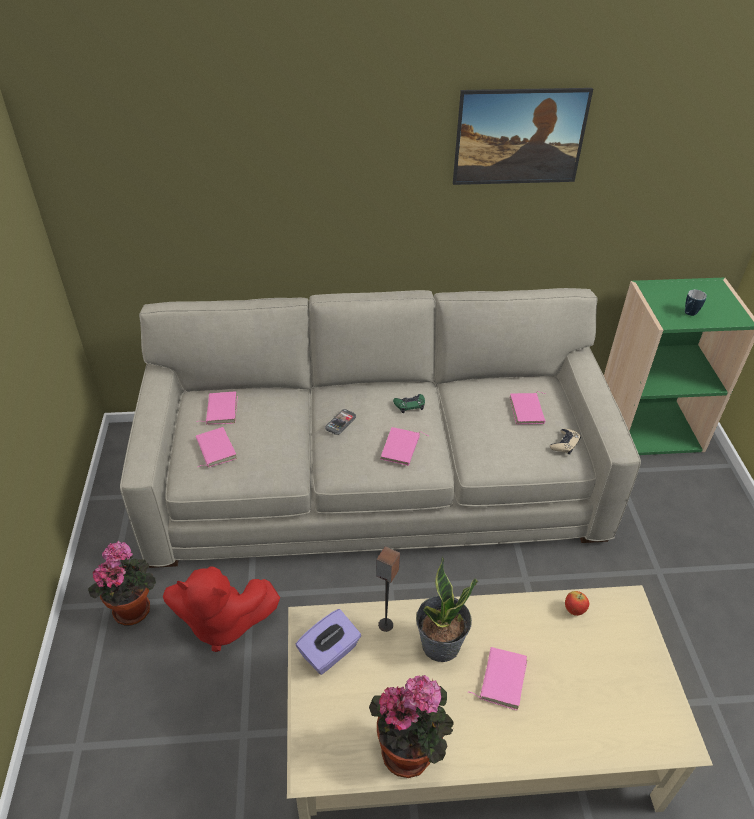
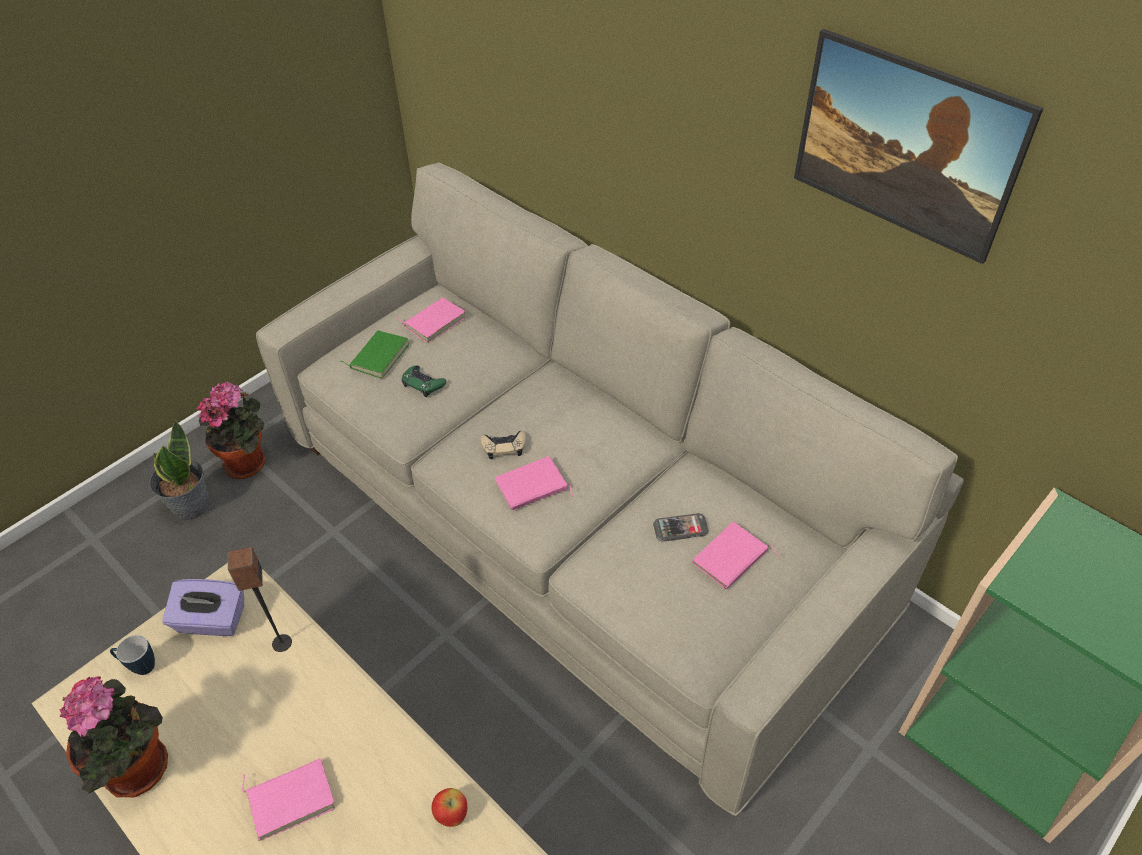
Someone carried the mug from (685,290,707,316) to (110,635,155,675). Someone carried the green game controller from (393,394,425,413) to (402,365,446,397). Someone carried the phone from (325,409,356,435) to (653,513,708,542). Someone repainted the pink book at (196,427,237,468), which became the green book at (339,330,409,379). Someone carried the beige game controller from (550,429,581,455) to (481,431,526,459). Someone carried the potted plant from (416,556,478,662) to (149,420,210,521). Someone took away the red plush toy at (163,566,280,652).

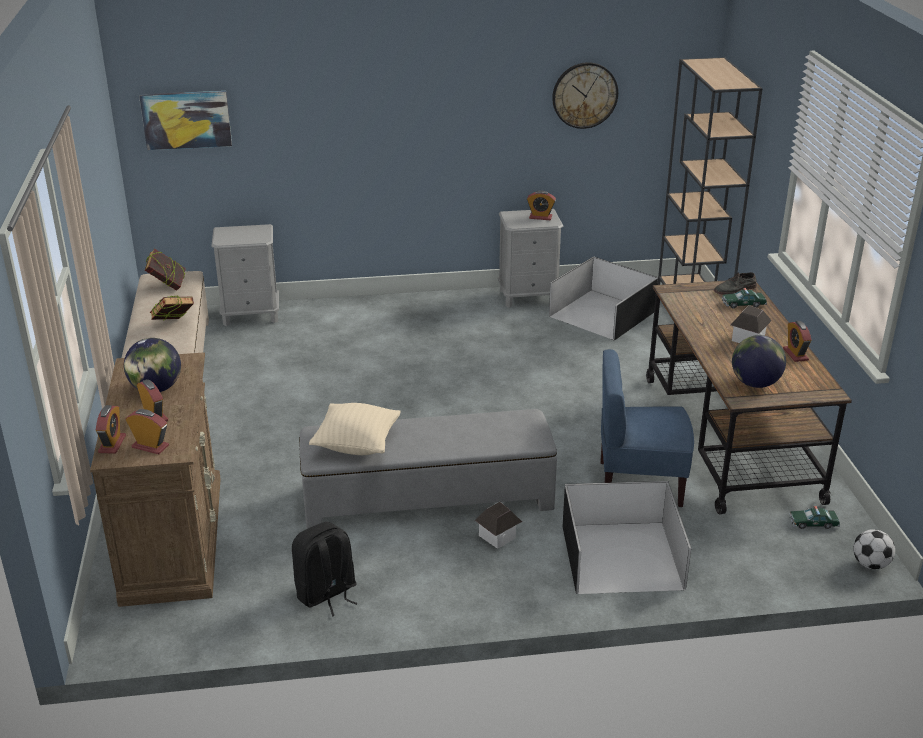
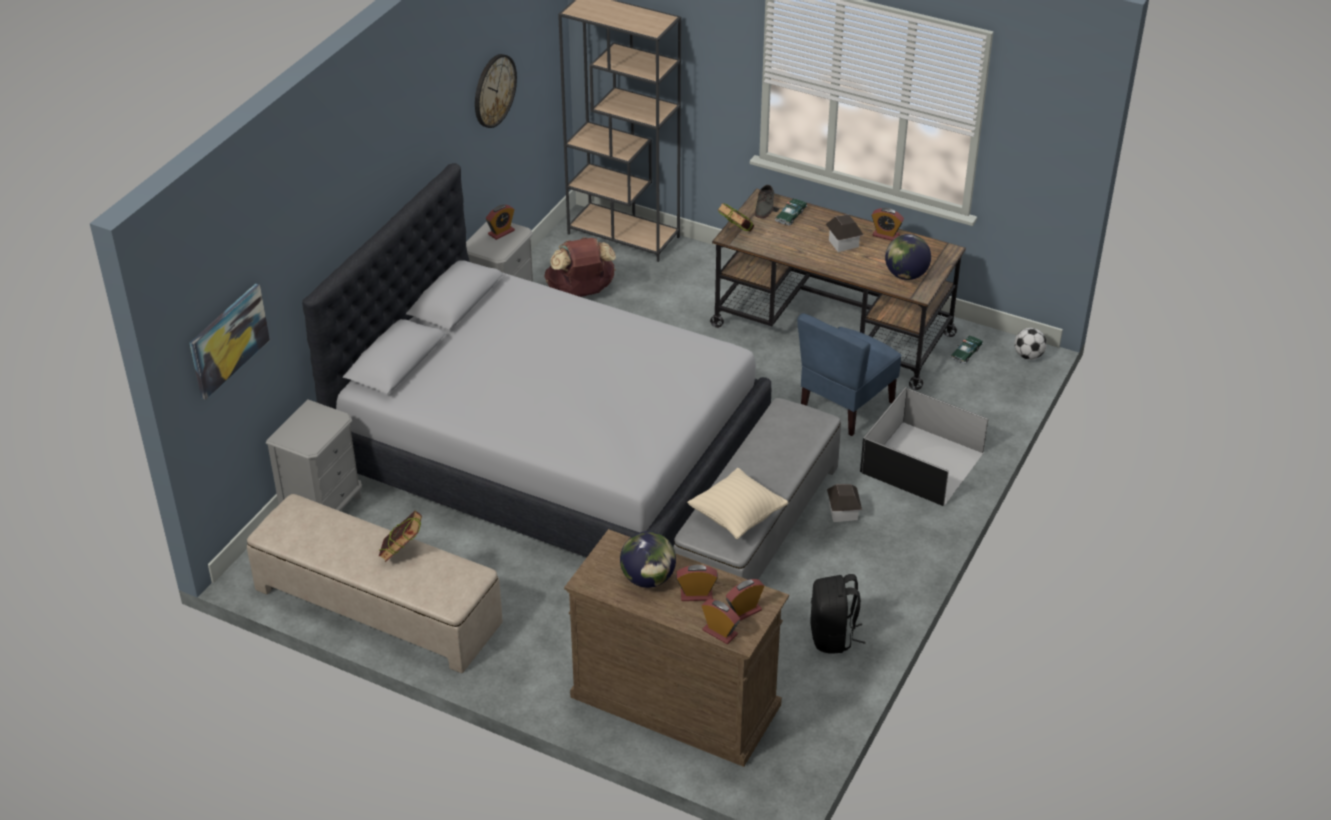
Someone carried the book from (145,248,186,291) to (717,203,755,232). Someone swapped the black storage box at (549,257,659,341) for the brown backpack at (544,237,616,297). Someone put down the grey bed at (302,163,771,557).

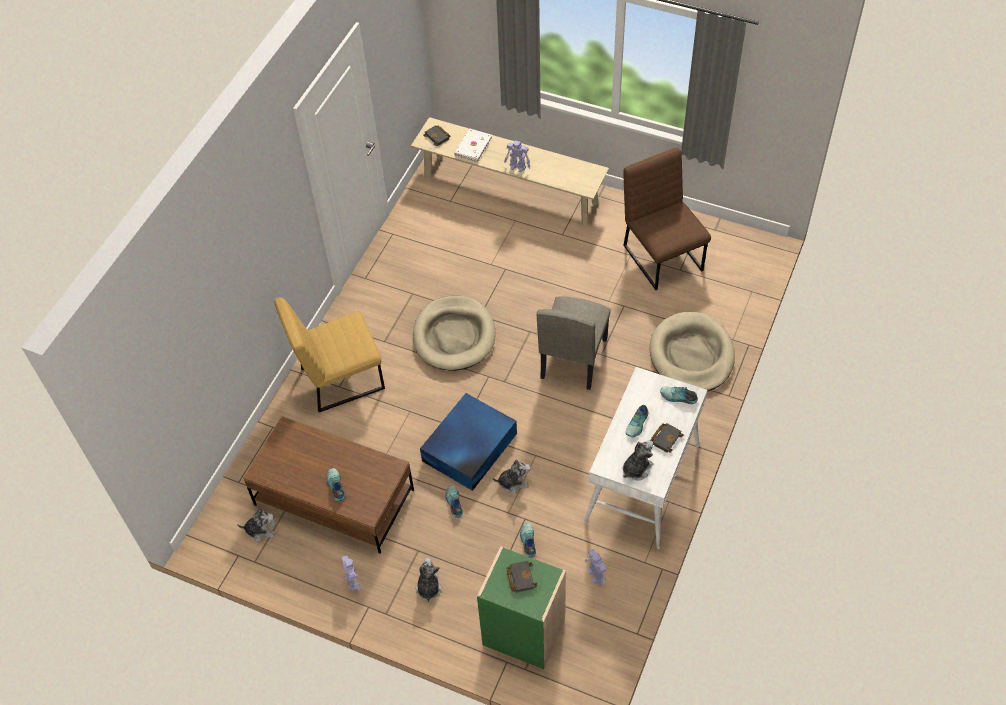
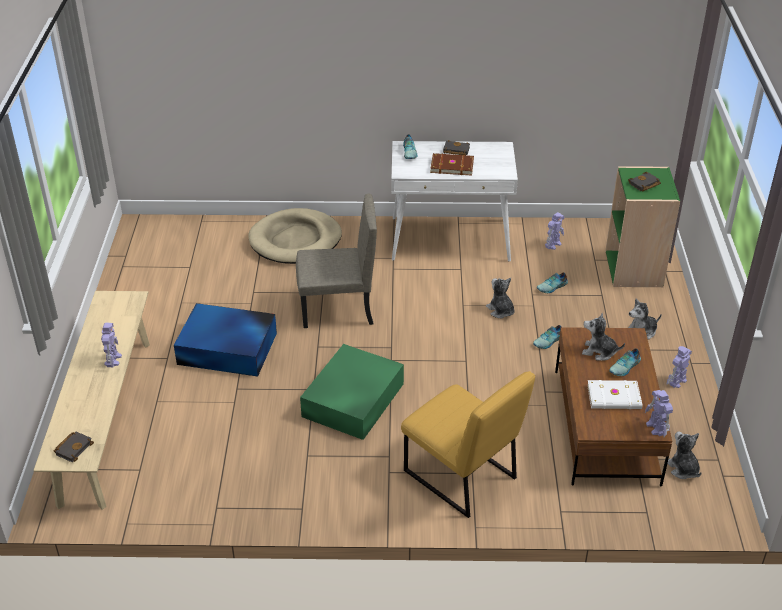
Someone carried the white book from (454,129,492,163) to (587,380,642,409). Someone took away the brown chair at (623,147,711,290). Someone swapped the beige dog bed at (413,296,496,371) for the green storage box at (300,344,404,440). Someone carried the blue storage box from (420,393,517,491) to (174,303,277,377). Someone swapped the shoe at (626,405,649,437) for the brown book at (430,153,474,176). Someone carried the plush toy from (623,440,653,481) to (582,313,625,361). Someone put down the toy robot at (645,390,673,438).

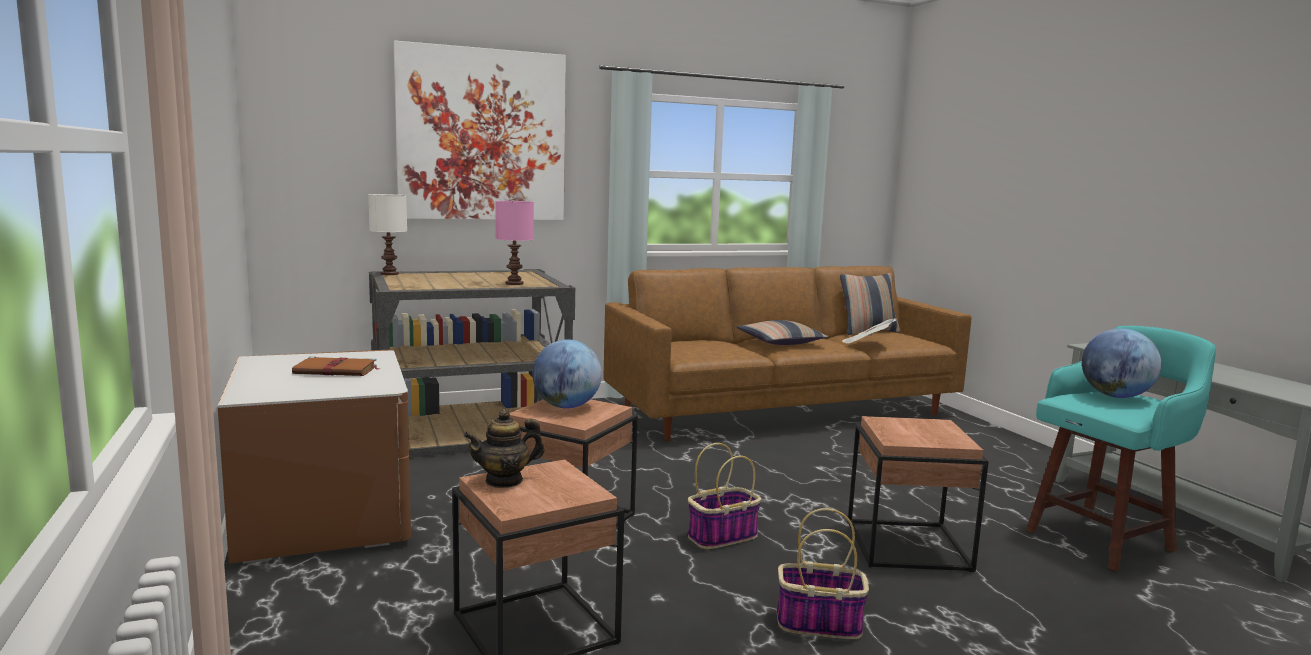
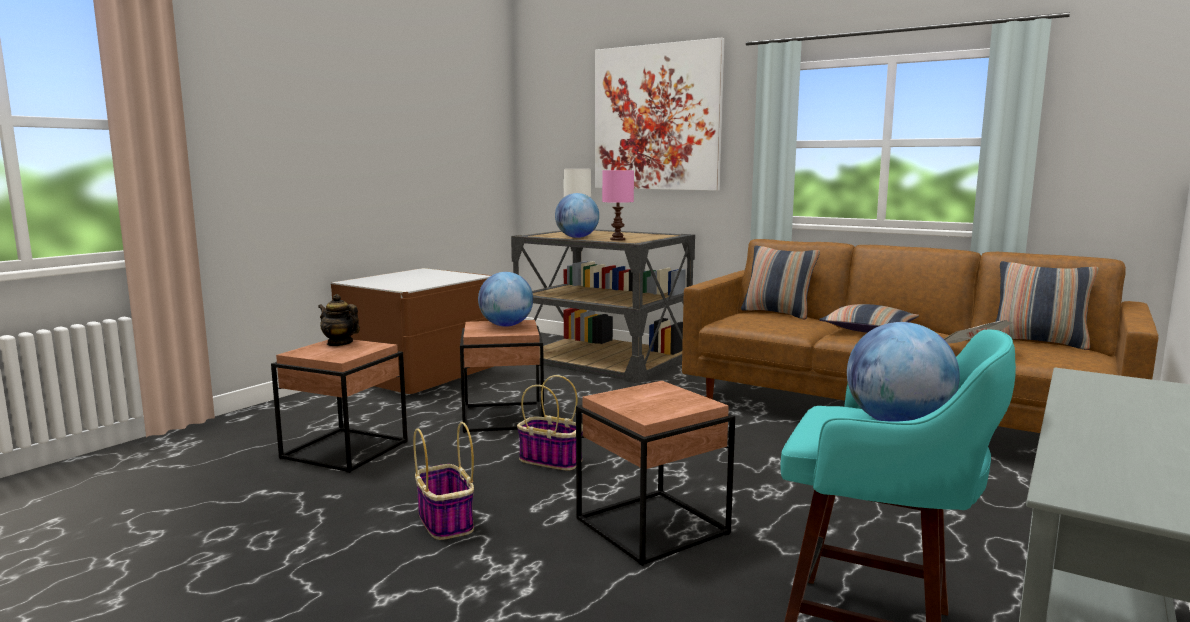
Someone took away the brown book at (292,356,380,376). Someone put down the globe at (555,193,599,238). Someone put down the pillow at (741,245,820,319).

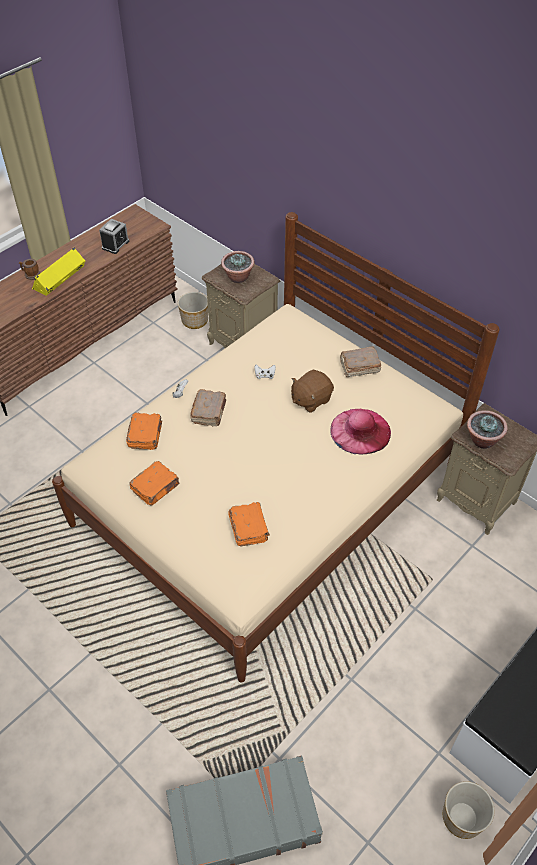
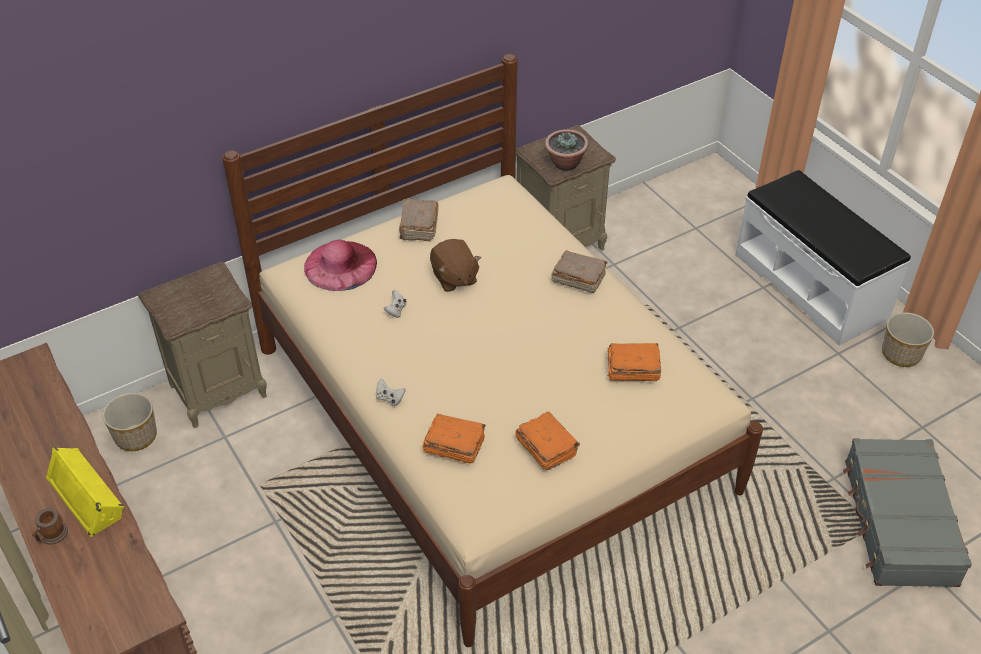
Someone took away the alarm clock at (99,219,129,254). Someone took away the potted plant at (221,251,255,283). Someone carried the brown book from (190,389,226,426) to (551,250,607,293). Someone carried the pink hat from (331,409,391,454) to (304,240,377,291).

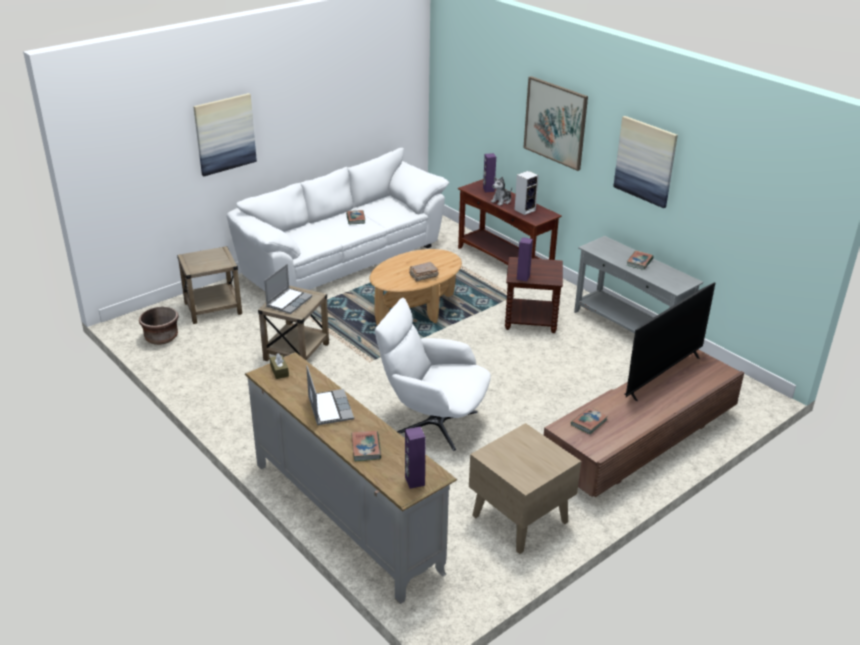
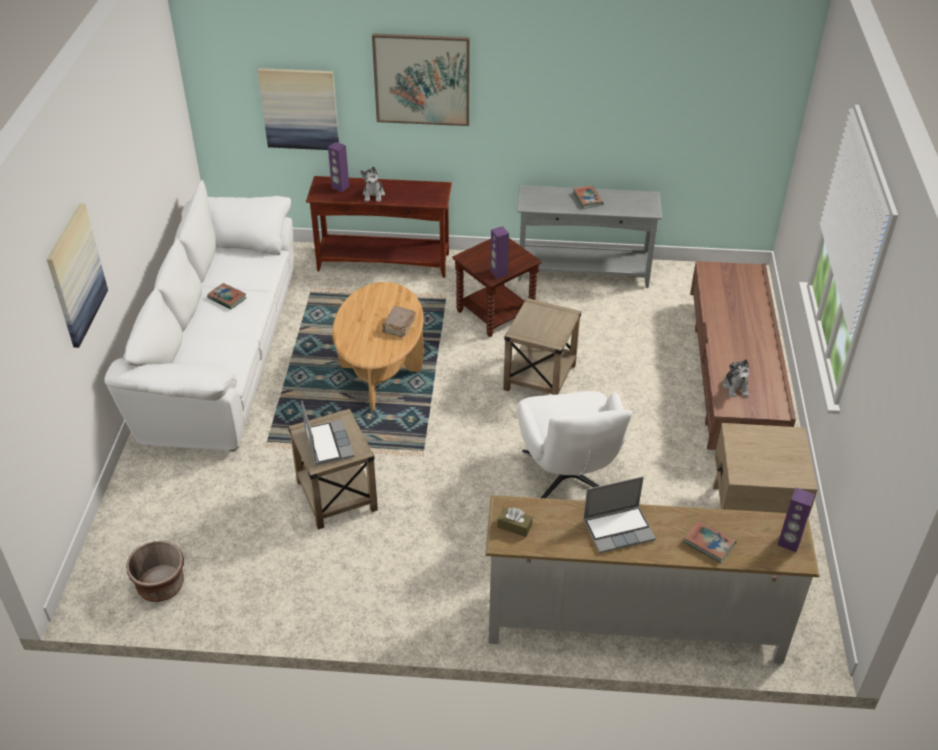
Someone carried the picture from (613,116,678,208) to (258,68,339,150). Someone took away the speaker at (514,171,539,215). Someone carried the beige side table from (177,246,242,324) to (503,298,581,395). Someone took away the television at (625,282,716,401). Someone rotated the white armchair at (375,298,491,451) by 75 degrees counterclockwise. Someone rotated the laptop at (306,365,354,425) by 135 degrees clockwise. Someone swapped the book at (571,407,608,434) for the plush toy at (723,359,749,397).

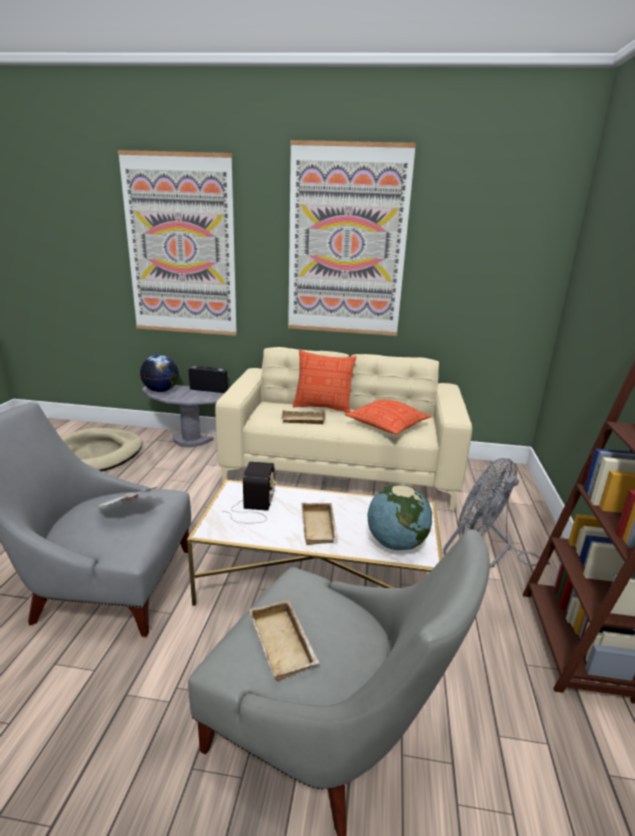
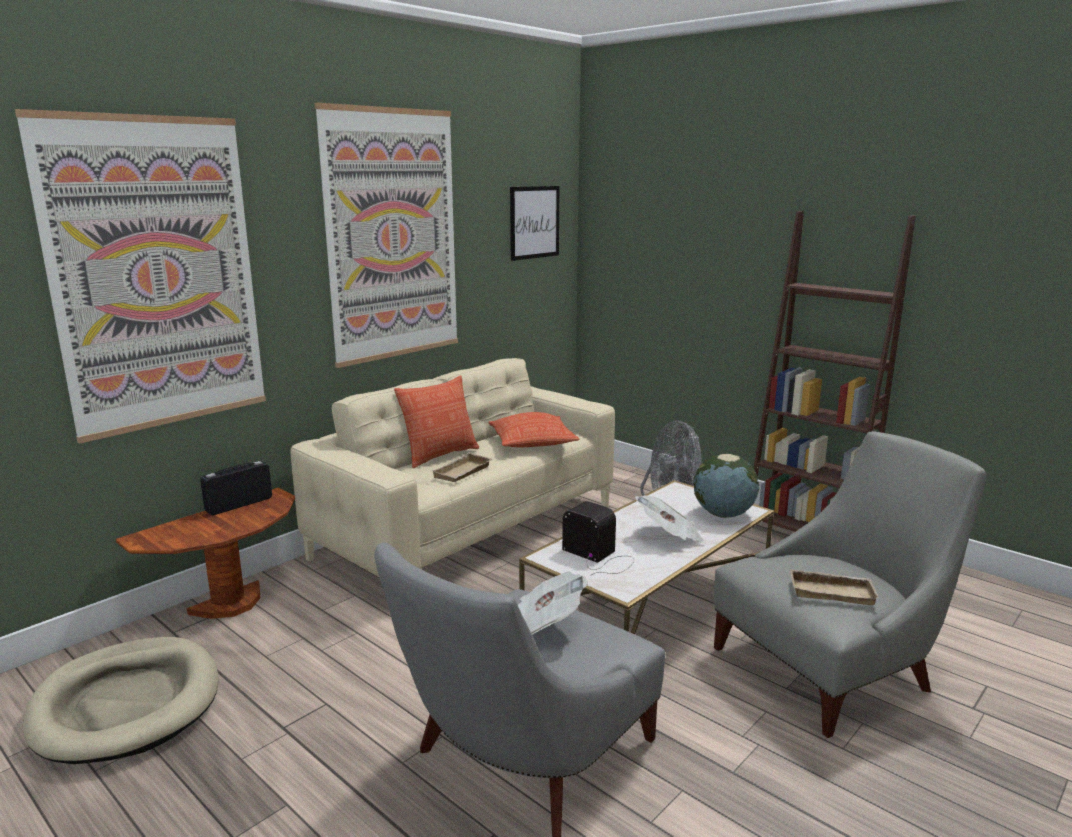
Someone took away the globe at (140,355,179,392). Someone repainted the grey side table at (142,385,226,448), which became the brown side table at (116,488,295,619). Someone swapped the beige tray at (301,502,338,545) for the newspaper at (635,495,706,544). Someone put up the picture at (510,186,560,261).

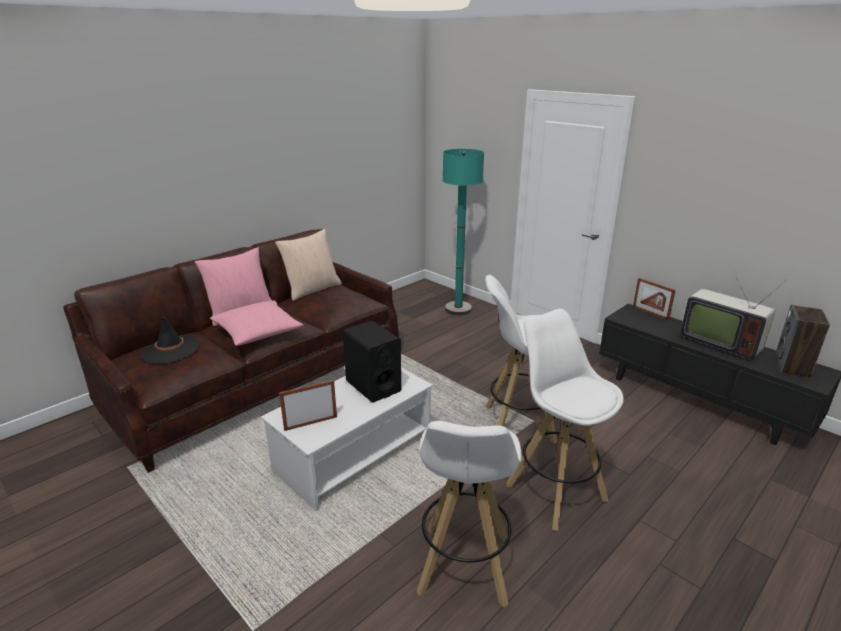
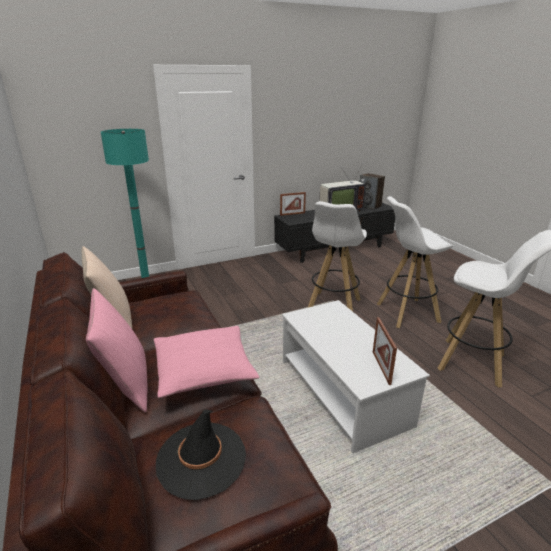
Someone took away the black speaker at (343,321,401,403).

